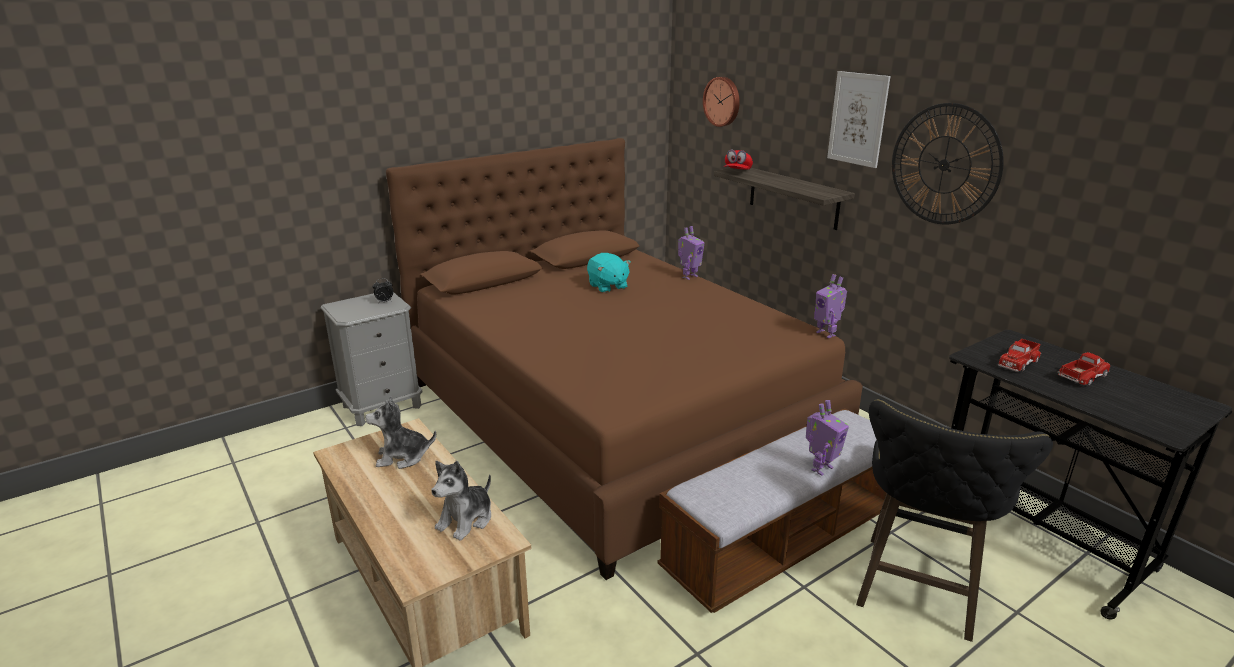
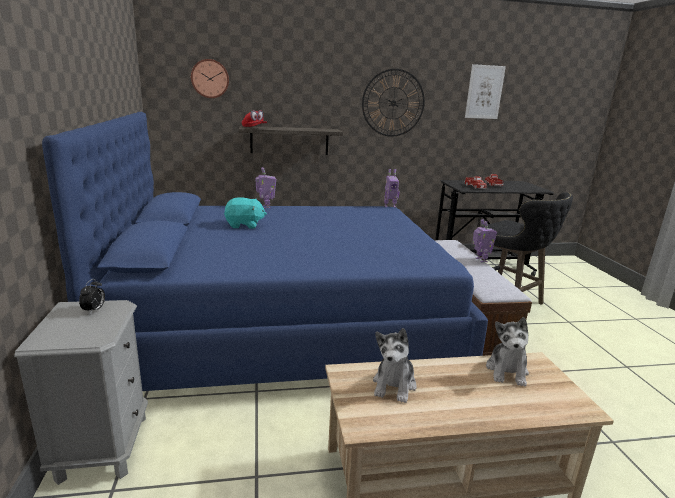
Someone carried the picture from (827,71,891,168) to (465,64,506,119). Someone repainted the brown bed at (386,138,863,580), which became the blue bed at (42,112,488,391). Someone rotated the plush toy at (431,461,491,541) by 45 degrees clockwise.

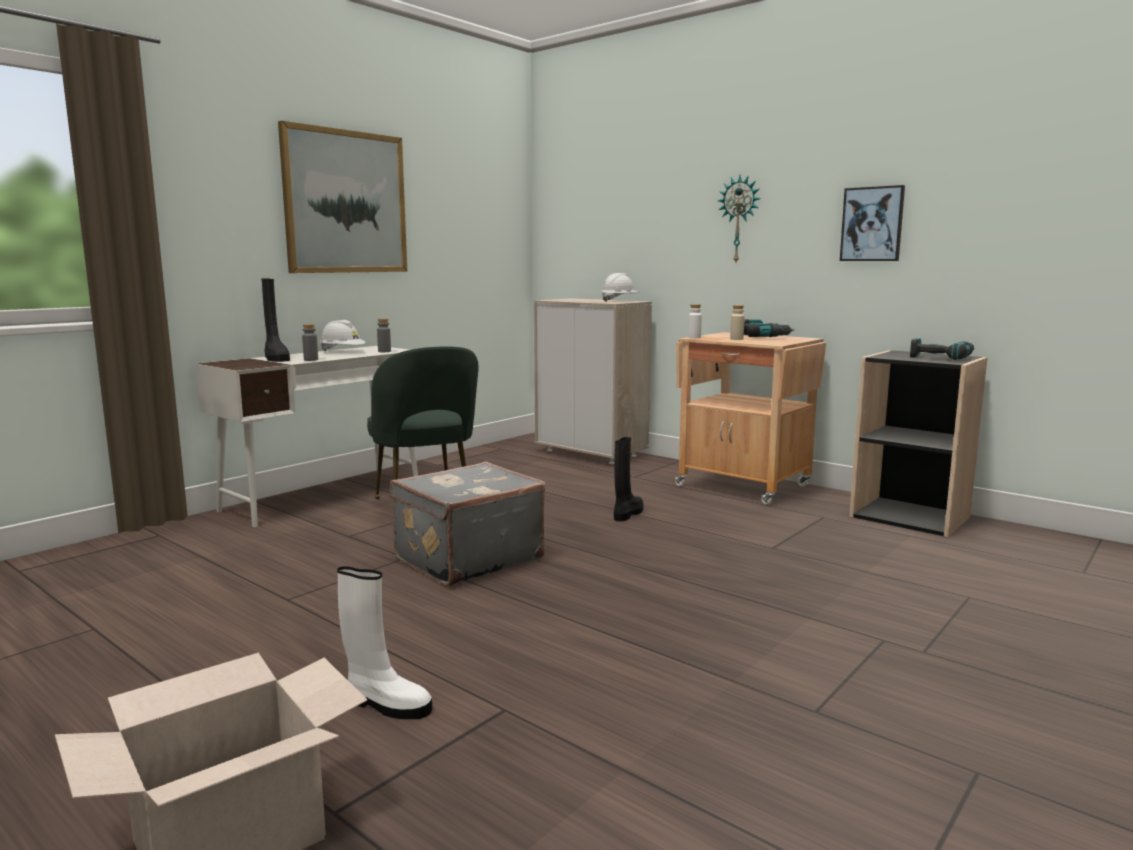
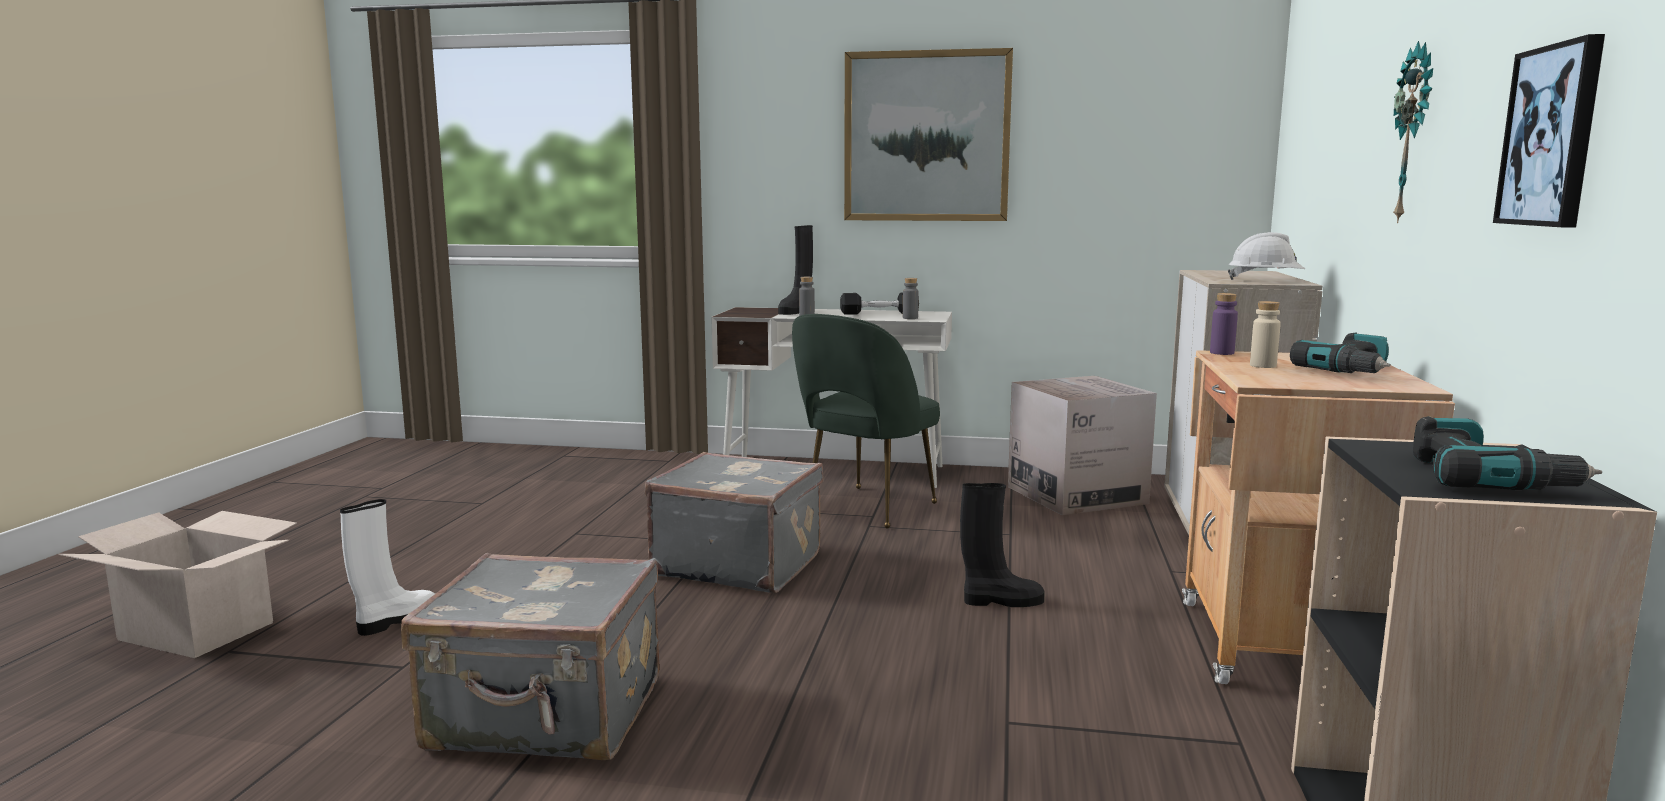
Someone repainted the white bottle at (688,304,702,338), which became the purple bottle at (1210,293,1238,355). Someone swapped the white hard hat at (320,320,366,351) for the black dumbbell at (840,292,919,315). Someone rotated the white boot at (337,566,432,719) by 135 degrees counterclockwise. Someone put down the cardboard box at (1008,376,1157,515). Someone put down the grey suitcase at (401,553,660,760).

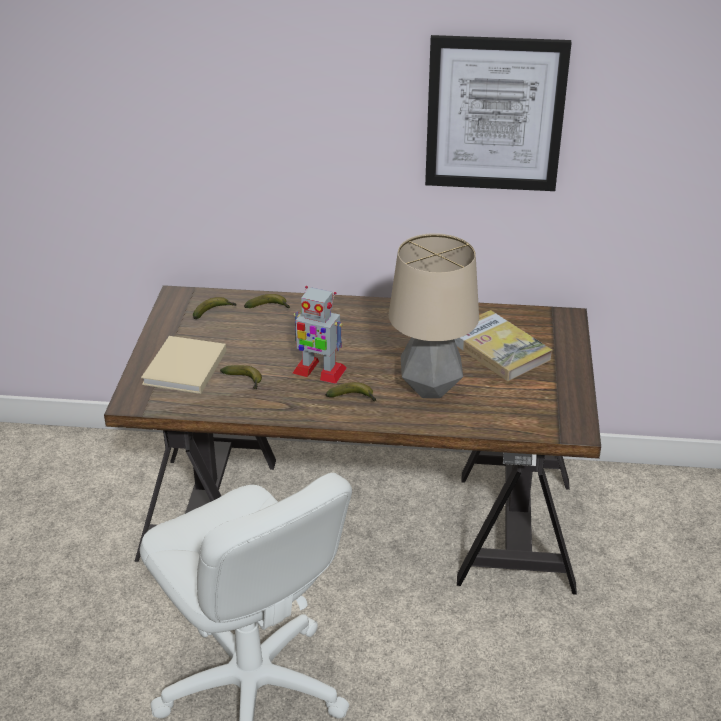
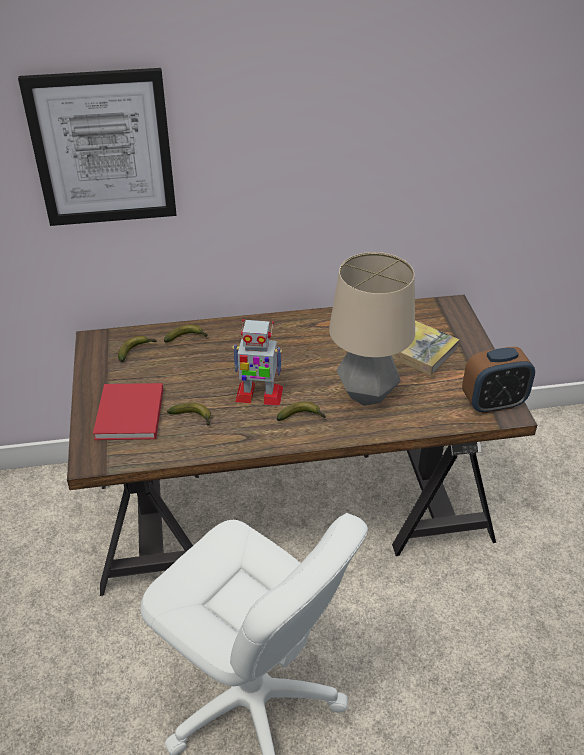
Someone carried the picture from (425,35,571,191) to (18,68,177,226). Someone repainted the beige book at (141,336,226,394), which became the red book at (93,383,163,440). Someone put down the alarm clock at (462,347,535,414).

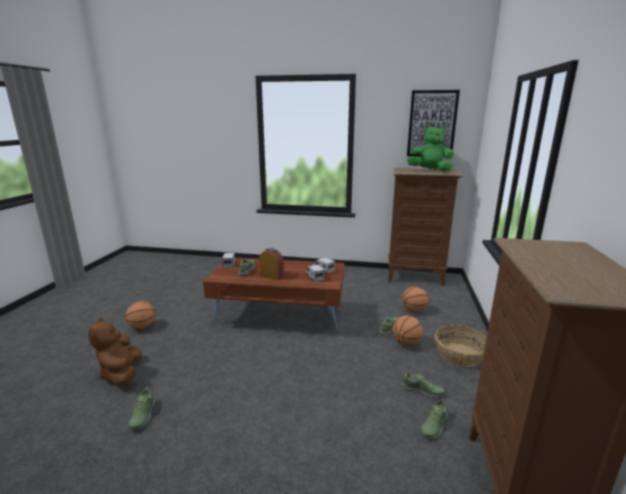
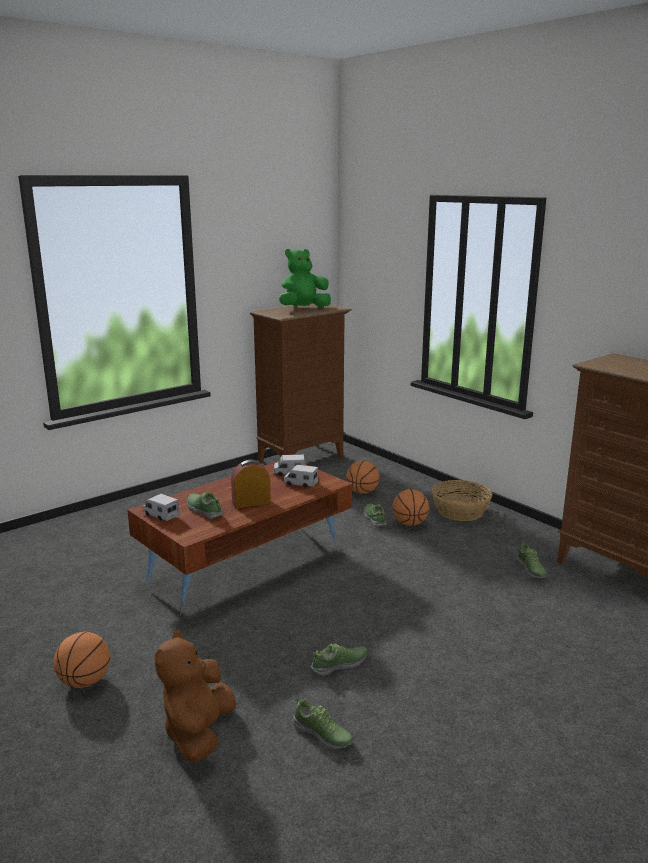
Someone took away the picture at (407,90,460,157). Someone rotated the brown plush toy at (88,318,142,385) by 75 degrees clockwise. Someone carried the shoe from (401,372,445,398) to (311,644,367,676).

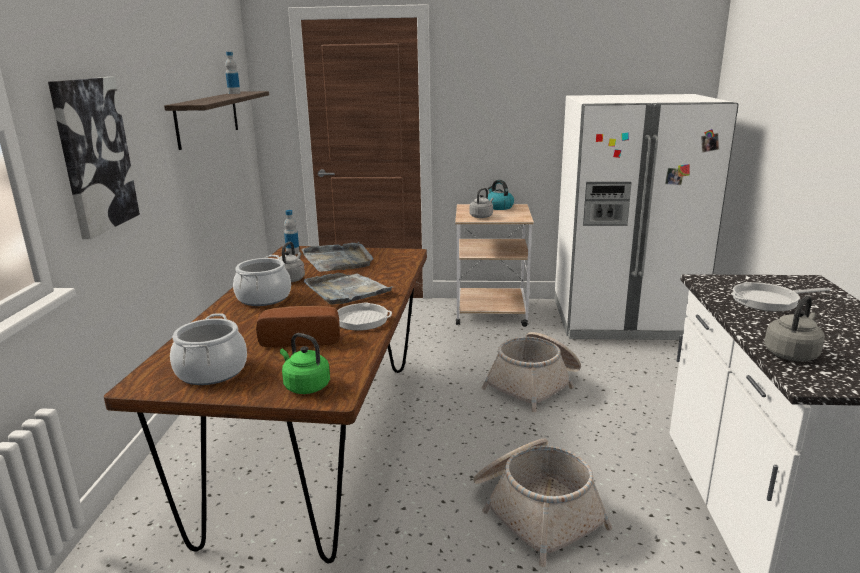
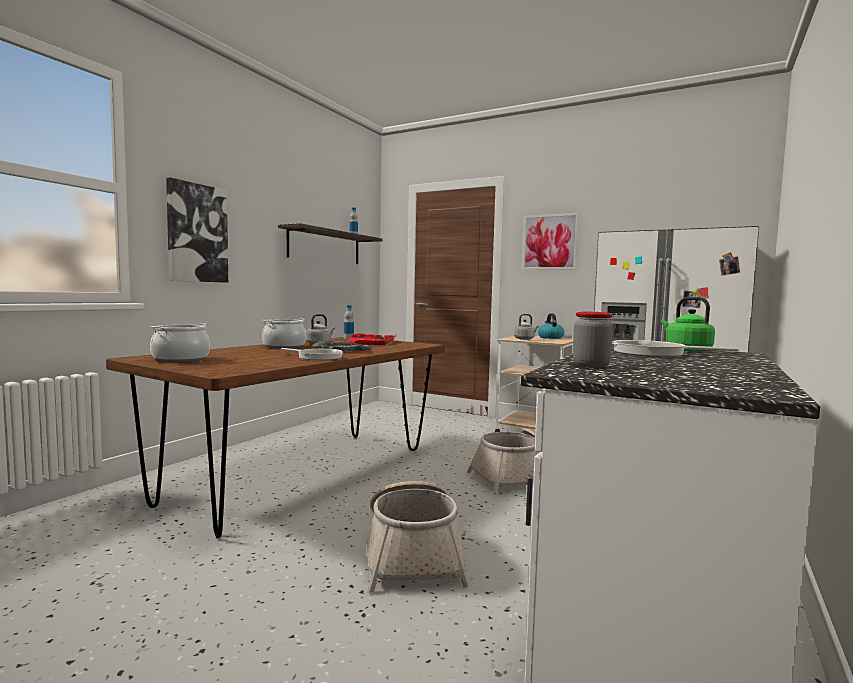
Someone repainted the grey tray at (301,242,374,272), which became the red tray at (346,333,397,345). Someone swapped the grey kettle at (764,295,825,362) for the jar at (573,312,613,368). Someone took away the bread at (256,306,340,347). Someone carried the green kettle from (280,333,330,394) to (661,297,715,352). Someone put up the picture at (522,213,579,270).

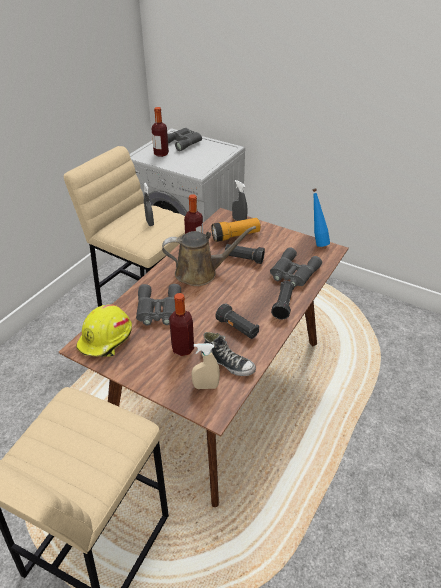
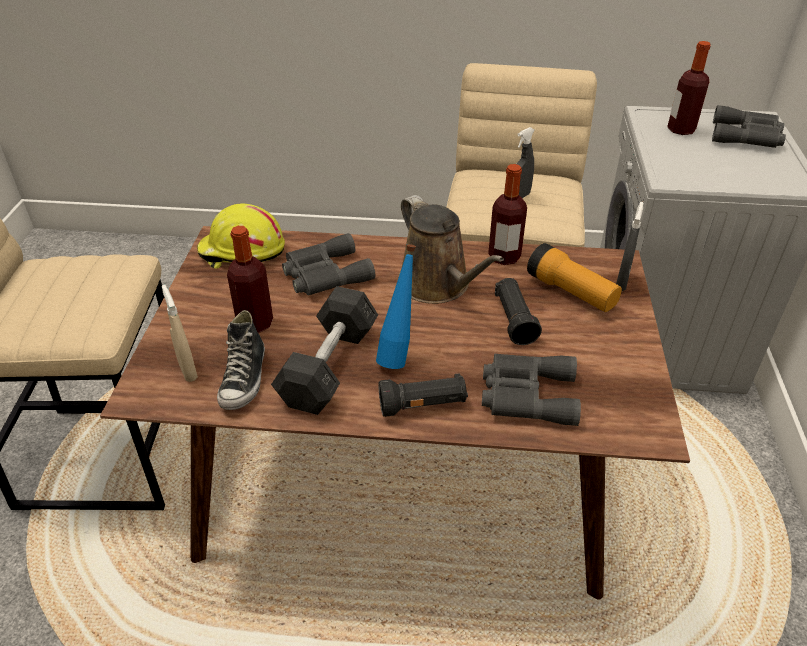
Someone carried the blue bottle from (312,188,330,247) to (376,244,416,369). Someone swapped the black flashlight at (215,303,259,339) for the grey dumbbell at (271,286,378,415).

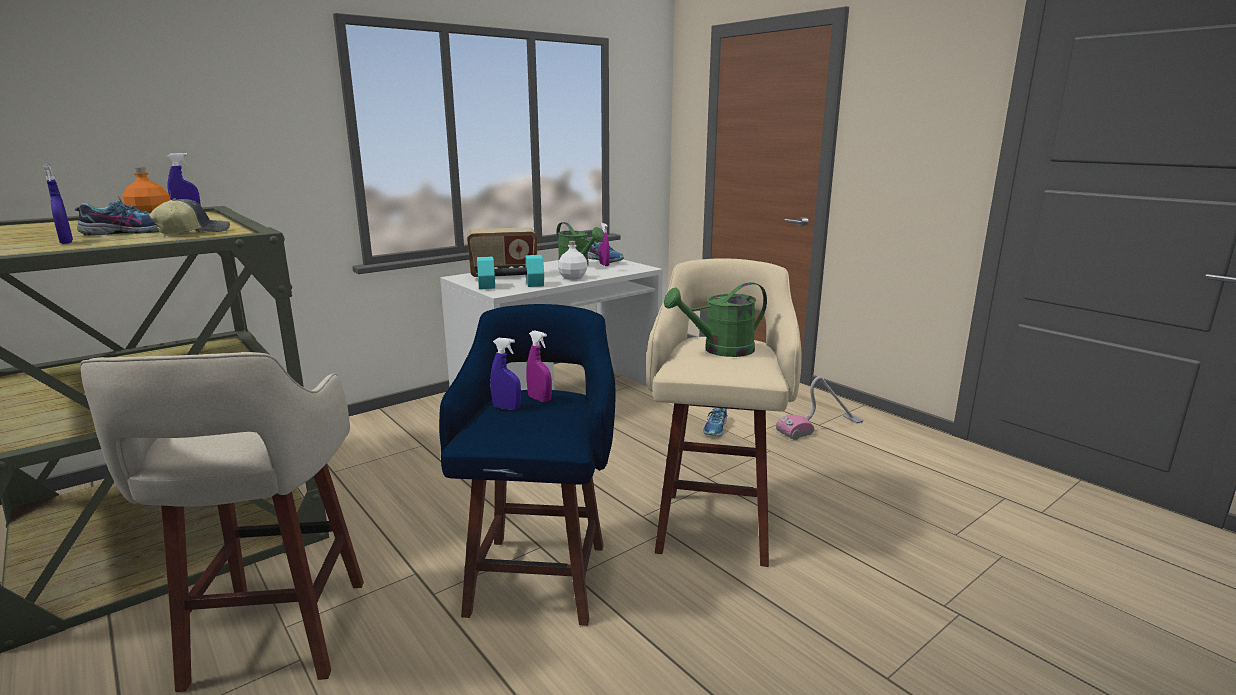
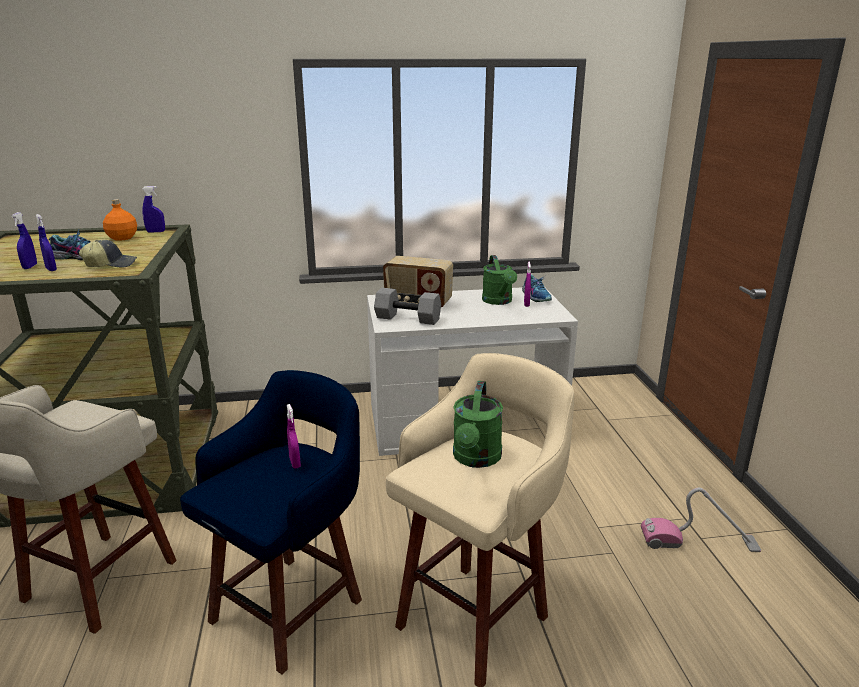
Someone took away the white bottle at (558,241,588,280). Someone repainted the turquoise dumbbell at (477,255,544,289), which became the grey dumbbell at (374,288,441,325). Someone rotated the green watering can at (664,282,767,357) by 90 degrees counterclockwise. Someone carried the blue spray bottle from (490,338,521,410) to (36,214,57,271). Someone took away the shoe at (703,408,729,436).

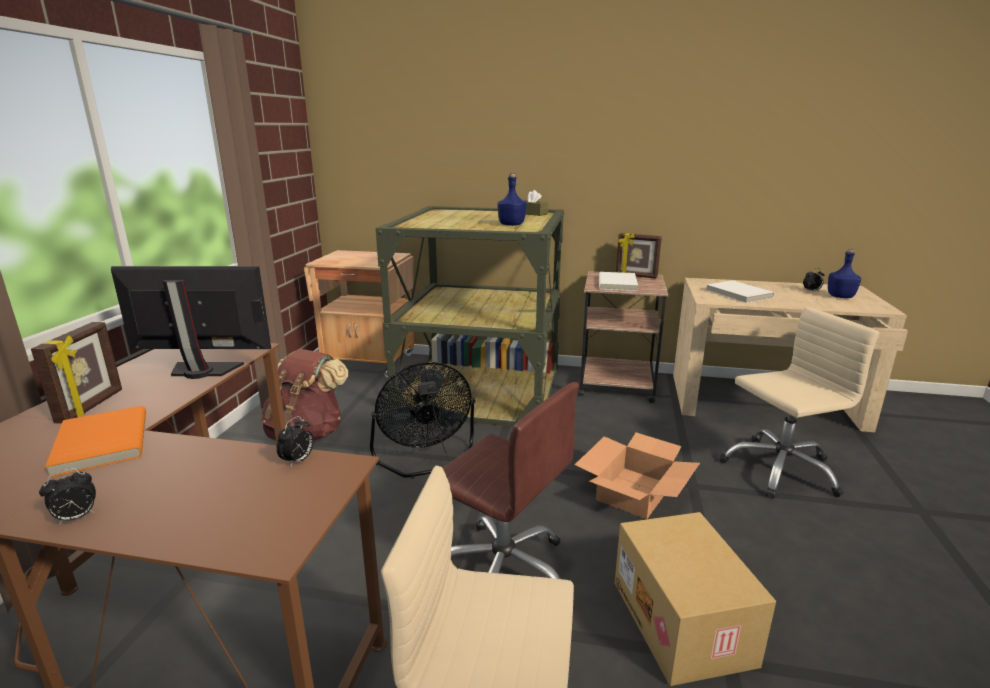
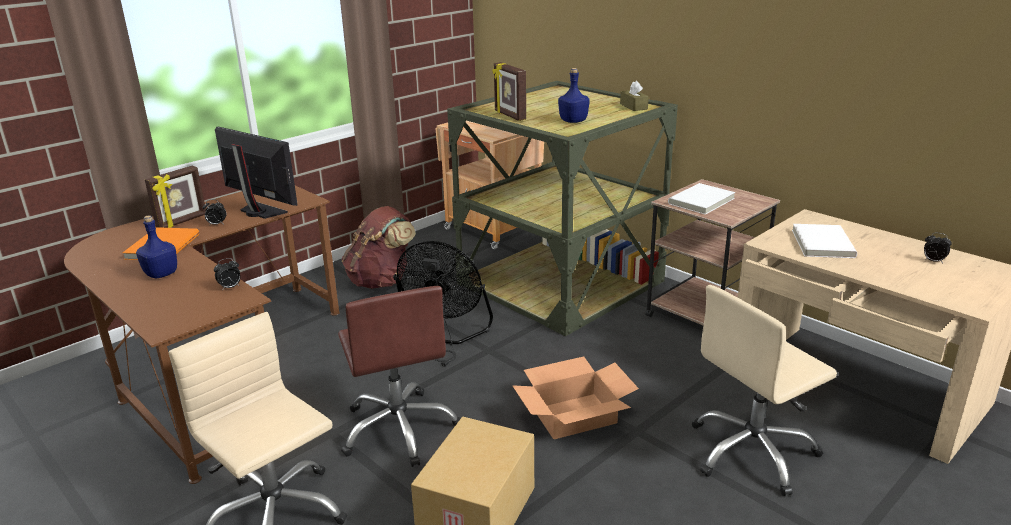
Someone carried the picture frame from (616,233,662,278) to (492,62,526,121). Someone carried the blue bottle from (828,248,861,298) to (136,215,177,279). Someone rotated the beige office chair at (719,307,879,499) by 135 degrees clockwise. Someone carried the alarm clock from (39,468,96,525) to (203,199,226,225).

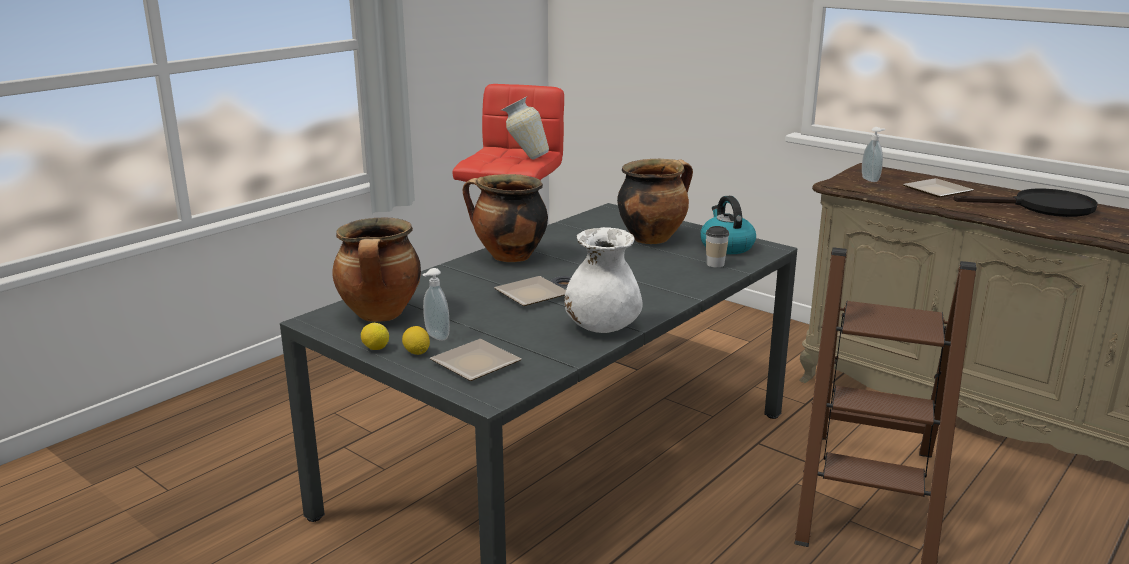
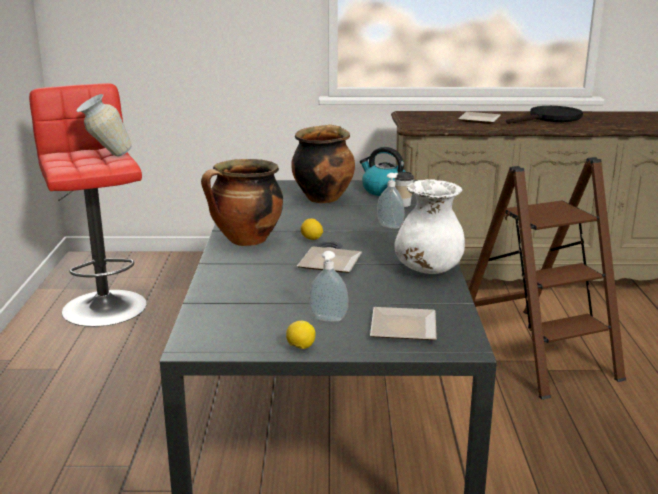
Someone carried the soap dispenser from (862,127,885,182) to (377,173,405,229). Someone took away the cooking pot at (332,218,421,322). Someone carried the lemon from (402,326,430,355) to (301,218,323,240).

